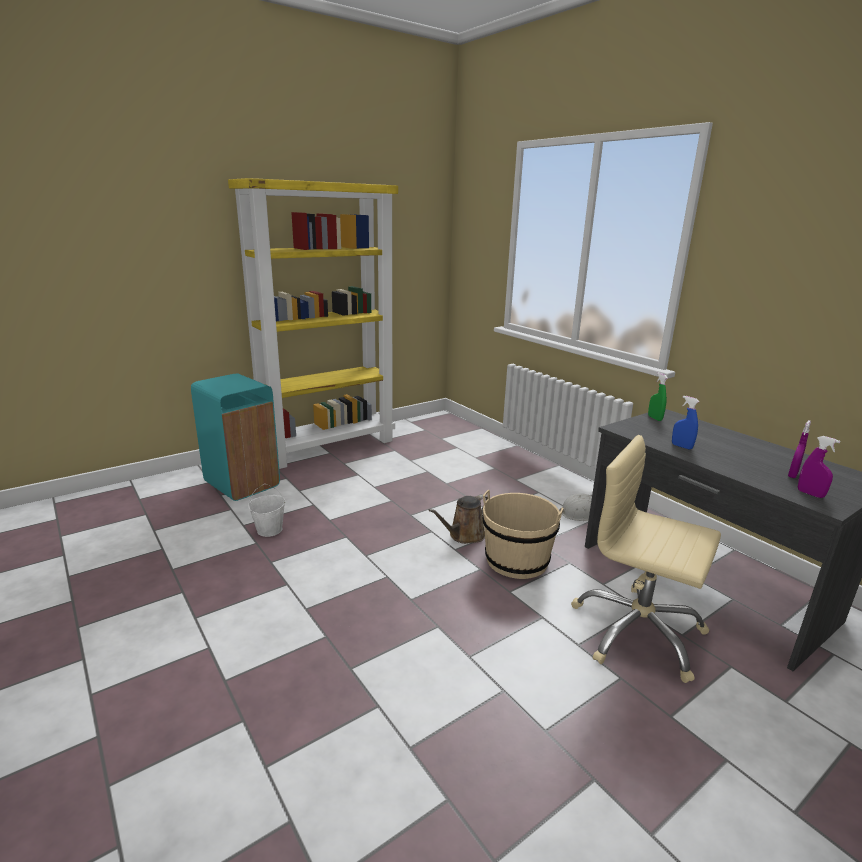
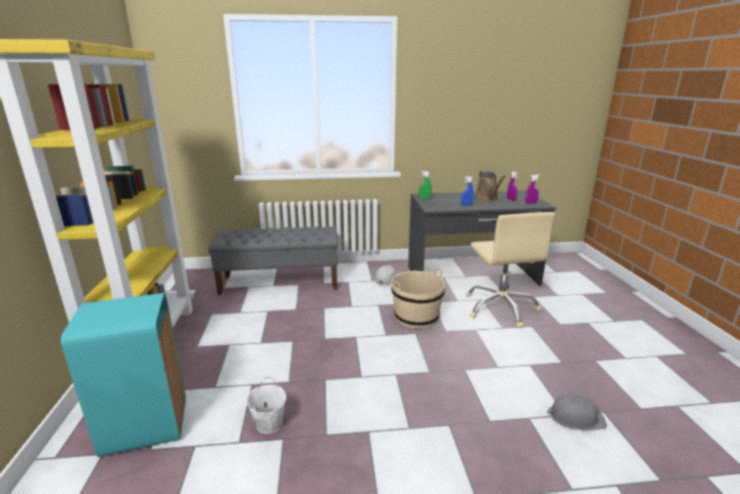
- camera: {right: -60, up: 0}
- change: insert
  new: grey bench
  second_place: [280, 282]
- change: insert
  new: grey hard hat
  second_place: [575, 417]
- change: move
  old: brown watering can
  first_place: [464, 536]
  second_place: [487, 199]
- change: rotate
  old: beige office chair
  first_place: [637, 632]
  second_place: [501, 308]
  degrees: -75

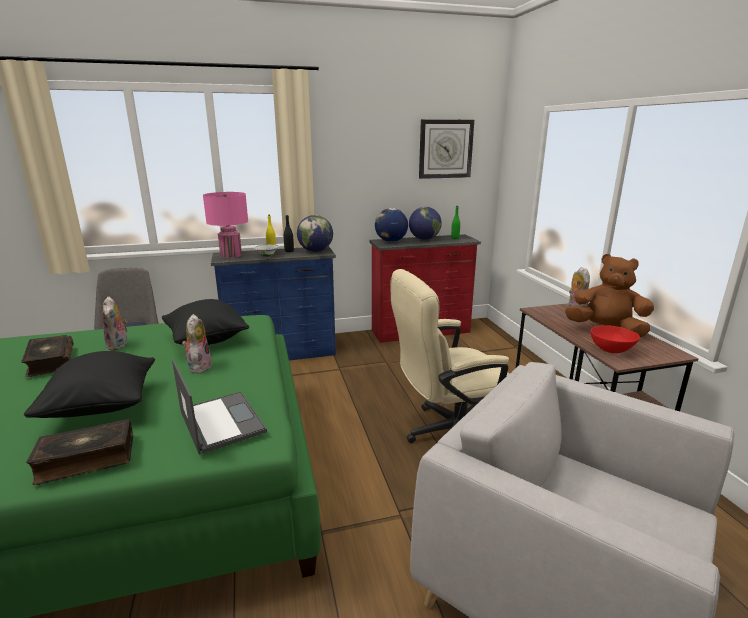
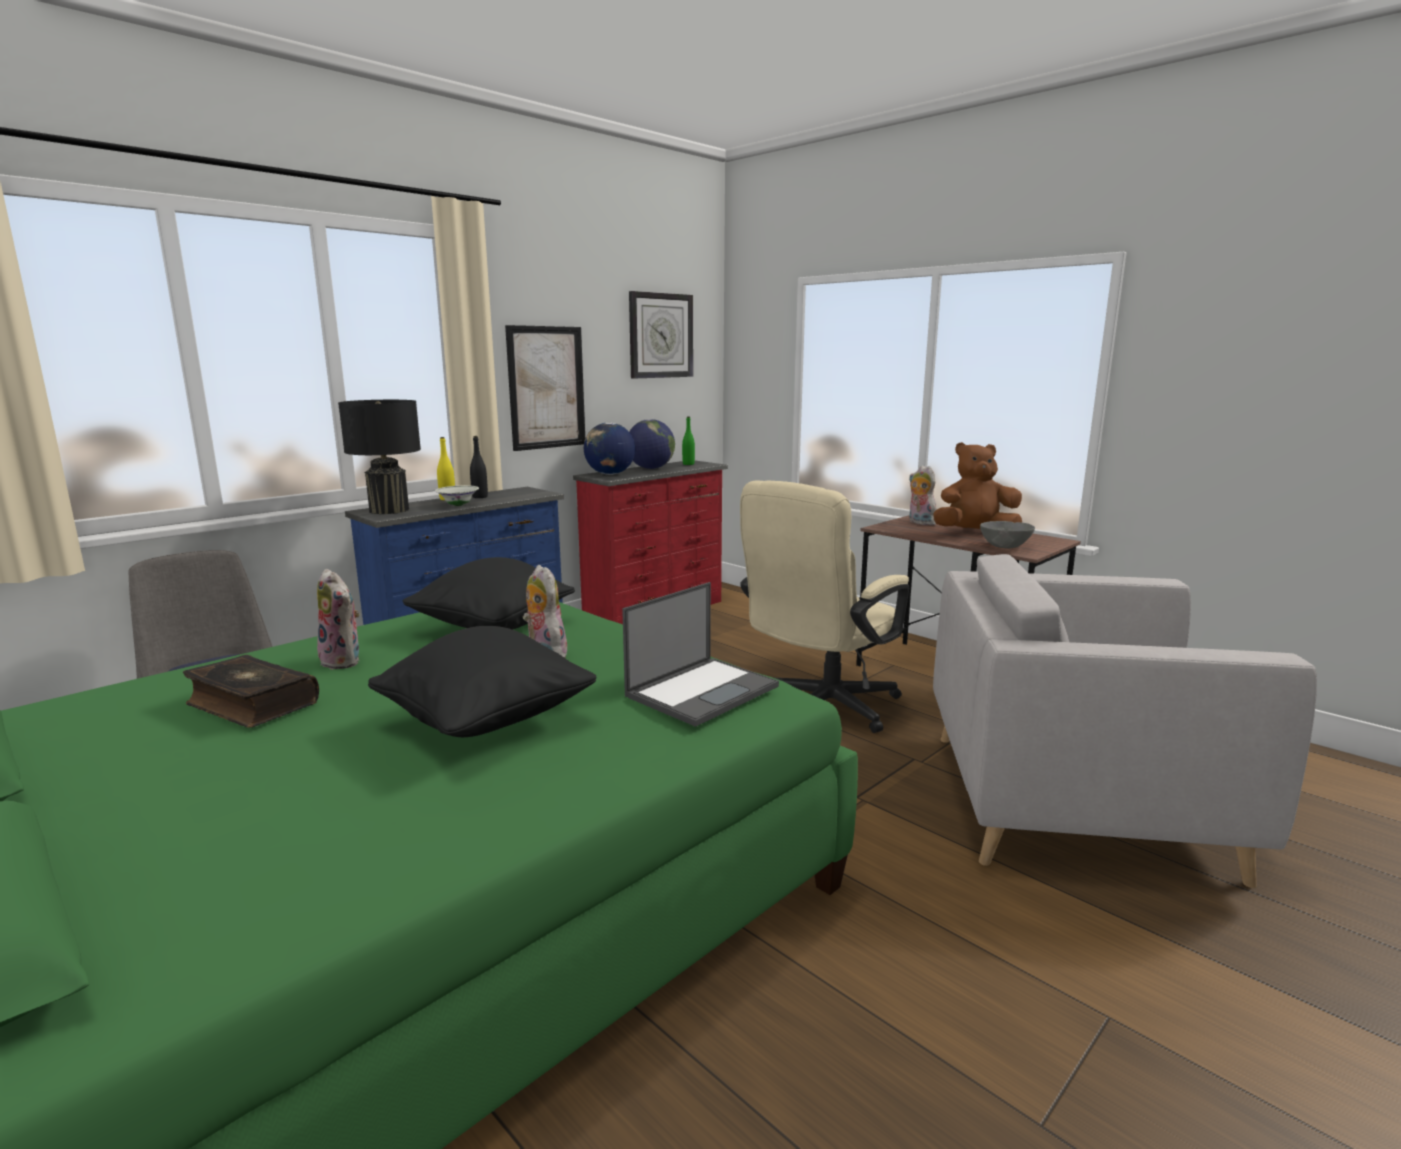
- camera: {right: -30, up: -5}
- change: delete
  old: book
  first_place: [86, 459]
- change: delete
  old: globe
  first_place: [315, 251]
- change: insert
  new: picture
  second_place: [546, 387]
- change: recolor
  old: pink table lamp
  new: black table lamp
  first_place: [231, 255]
  second_place: [389, 510]
- change: recolor
  old: red bowl
  new: grey bowl
  first_place: [611, 349]
  second_place: [1005, 546]
- change: rotate
  old: laptop
  first_place: [221, 421]
  second_place: [703, 690]
  degrees: 105

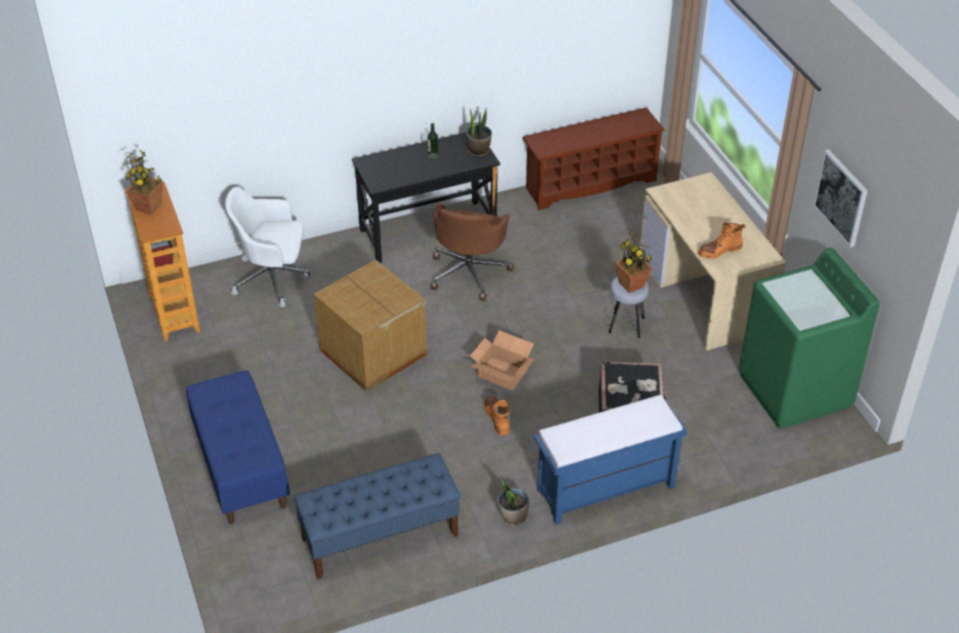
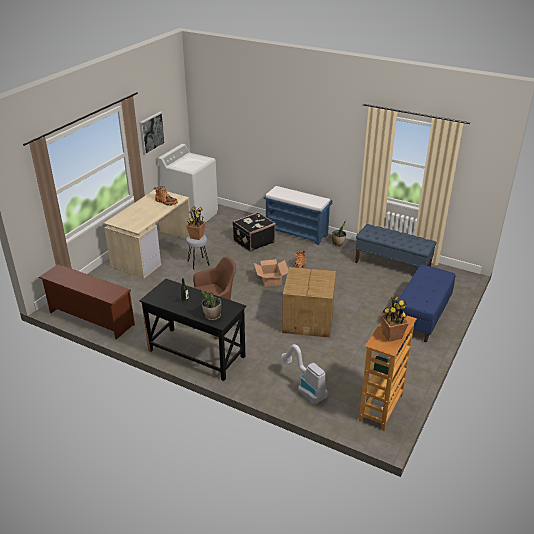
- camera: {right: -130, up: -10}
- change: move
  old: potted plant
  first_place: [478, 151]
  second_place: [212, 316]
- change: replace
  old: white office chair
  new: vacuum cleaner
  first_place: [273, 278]
  second_place: [305, 388]
- change: recolor
  old: green washing machine
  new: white washing machine
  first_place: [795, 391]
  second_place: [191, 216]

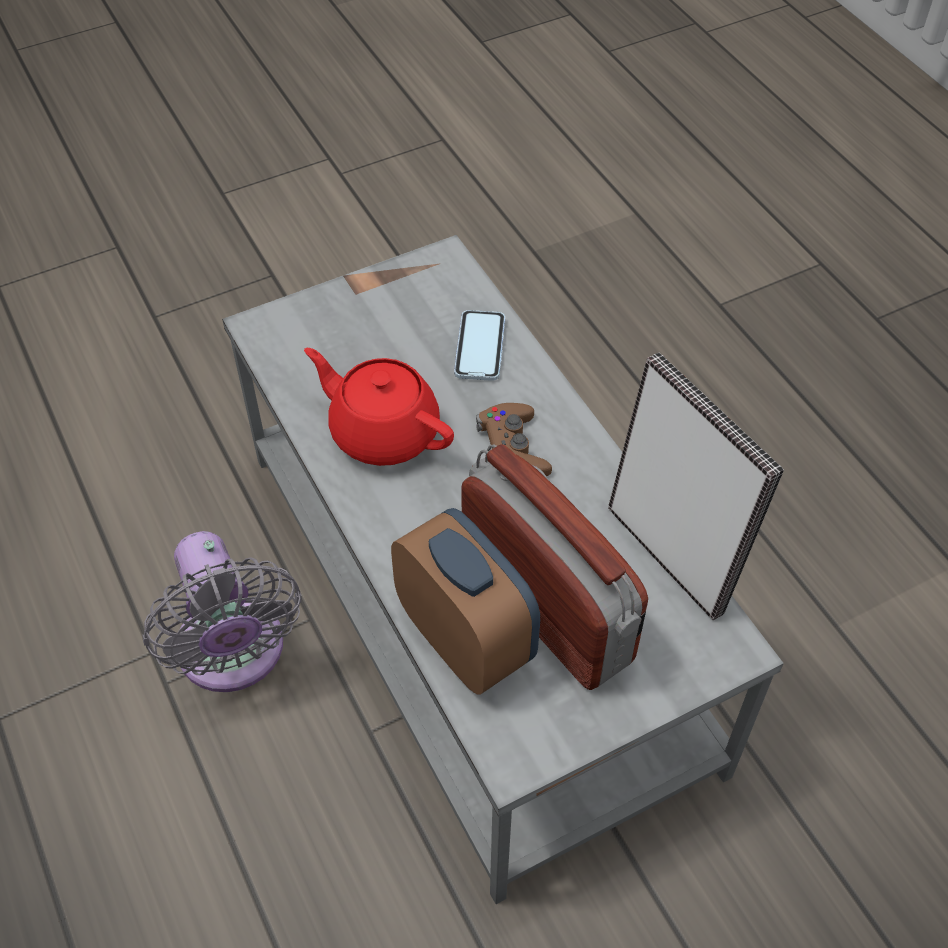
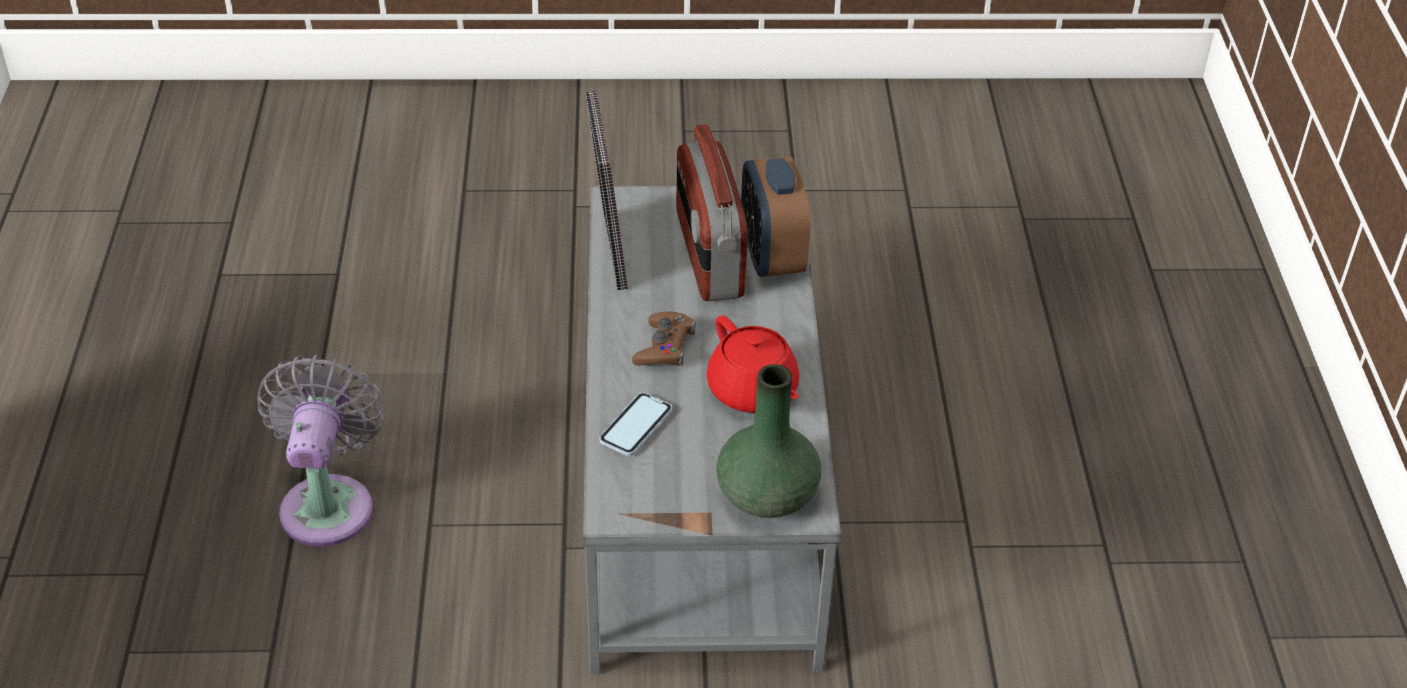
- camera: {right: -155, up: -10}
- change: insert
  new: green vase
  second_place: [766, 495]
- change: move
  old: grey fan
  first_place: [233, 655]
  second_place: [329, 503]

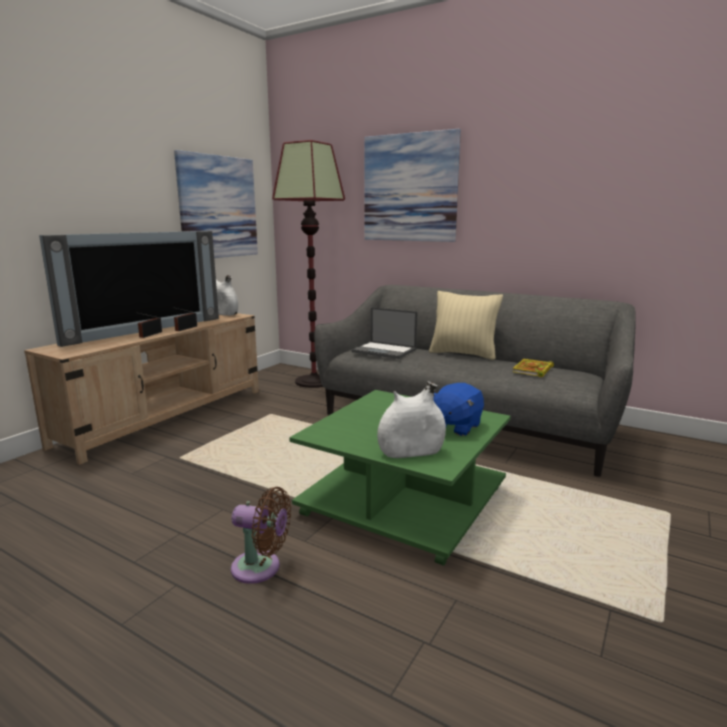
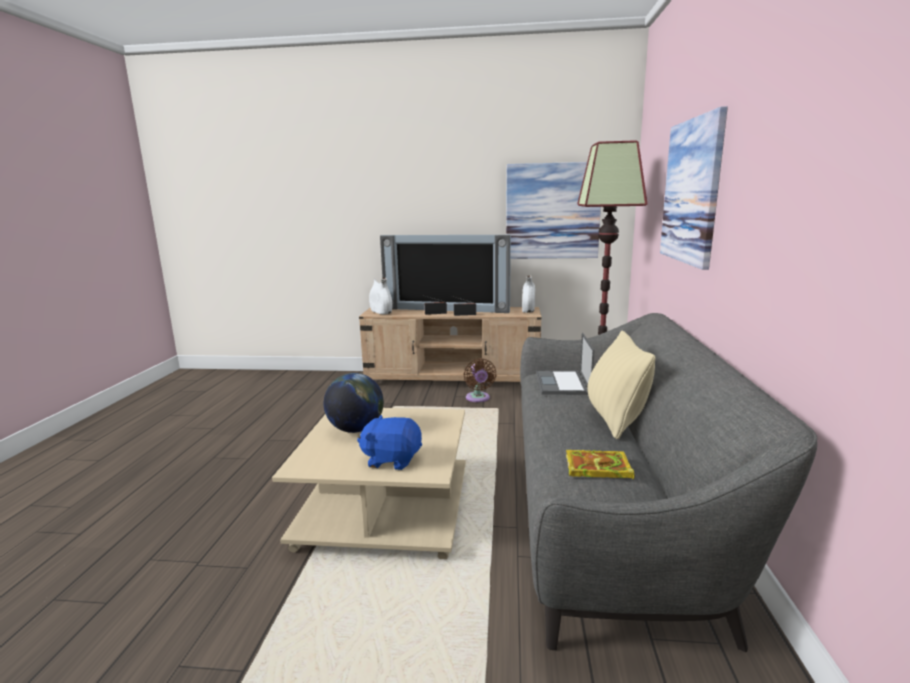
- camera: {right: 65, up: 0}
- change: insert
  new: globe
  second_place: [356, 430]
- change: move
  old: brown fan
  first_place: [260, 568]
  second_place: [478, 398]
- change: move
  old: white vase
  first_place: [411, 452]
  second_place: [381, 312]
- change: recolor
  old: green coffee table
  new: beige coffee table
  first_place: [406, 501]
  second_place: [386, 510]

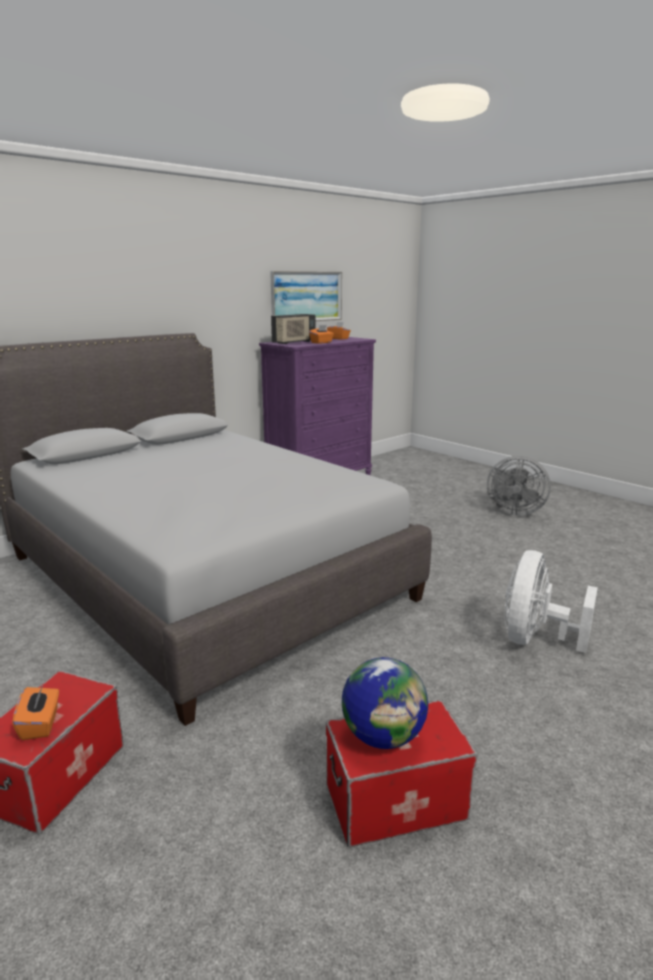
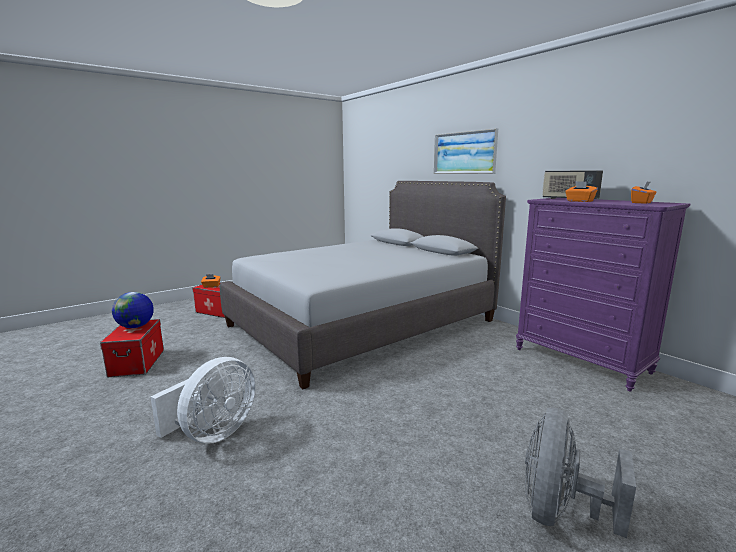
- camera: {right: 95, up: -5}
- change: move
  old: picture
  first_place: [306, 296]
  second_place: [464, 153]
- change: rotate
  old: white fan
  first_place: [535, 639]
  second_place: [213, 434]
  degrees: 90

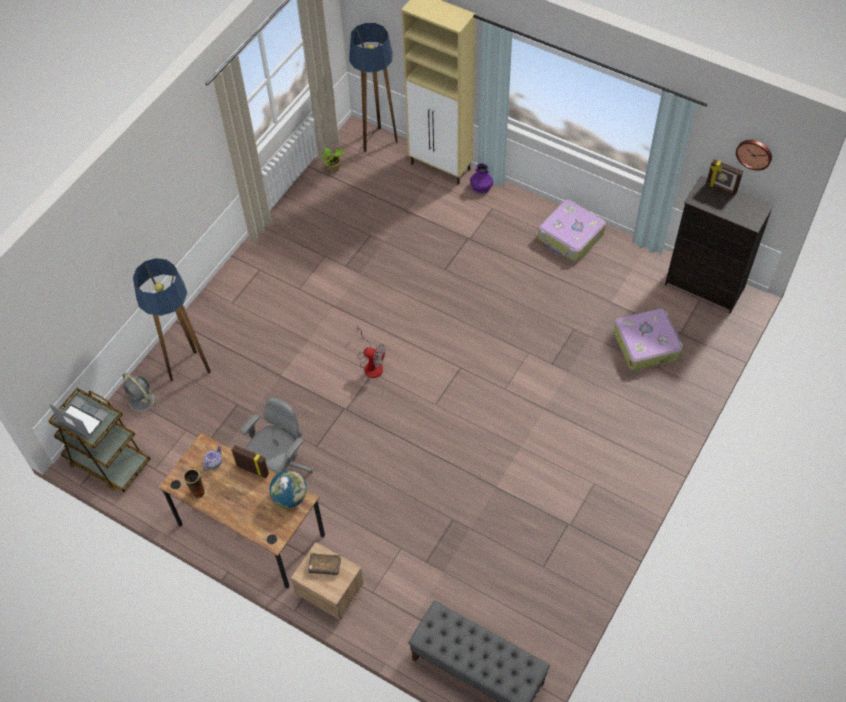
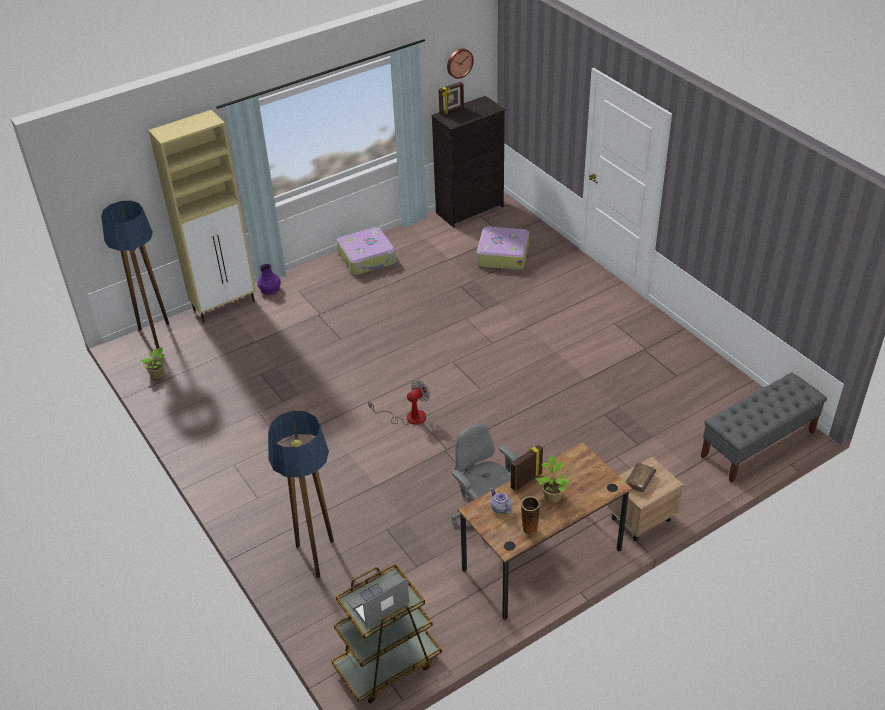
- camera: {right: -65, up: -15}
- change: delete
  old: grey fan
  first_place: [142, 401]
- change: delete
  old: globe
  first_place: [290, 497]
- change: insert
  new: potted plant
  second_place: [552, 495]

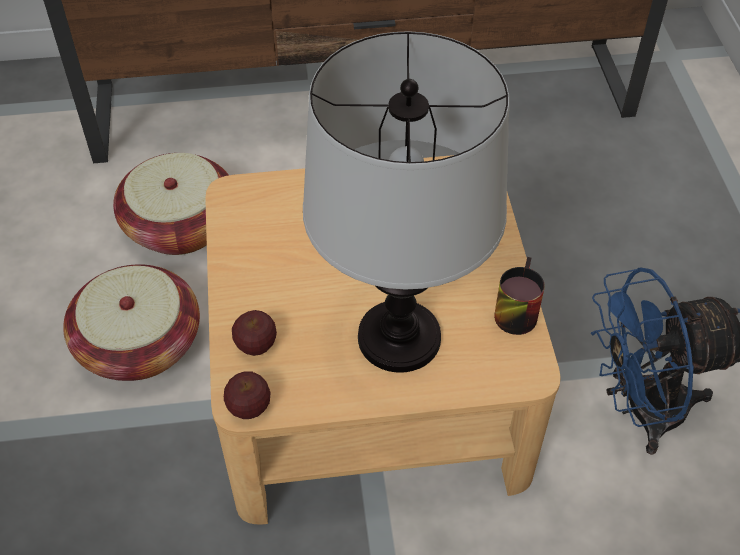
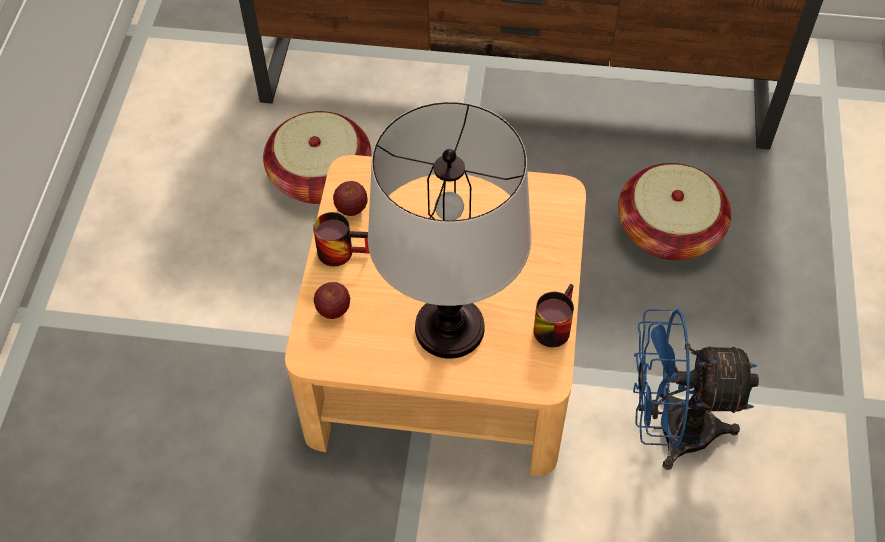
- camera: {right: 15, up: 5}
- change: insert
  new: mug
  second_place: [342, 249]
- change: move
  old: basket
  first_place: [139, 344]
  second_place: [668, 230]
- change: move
  old: apple
  first_place: [248, 407]
  second_place: [351, 208]

